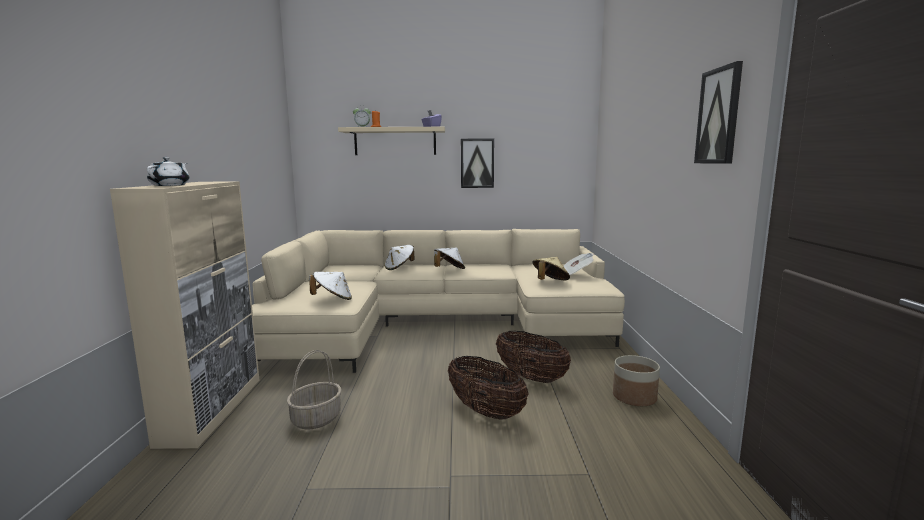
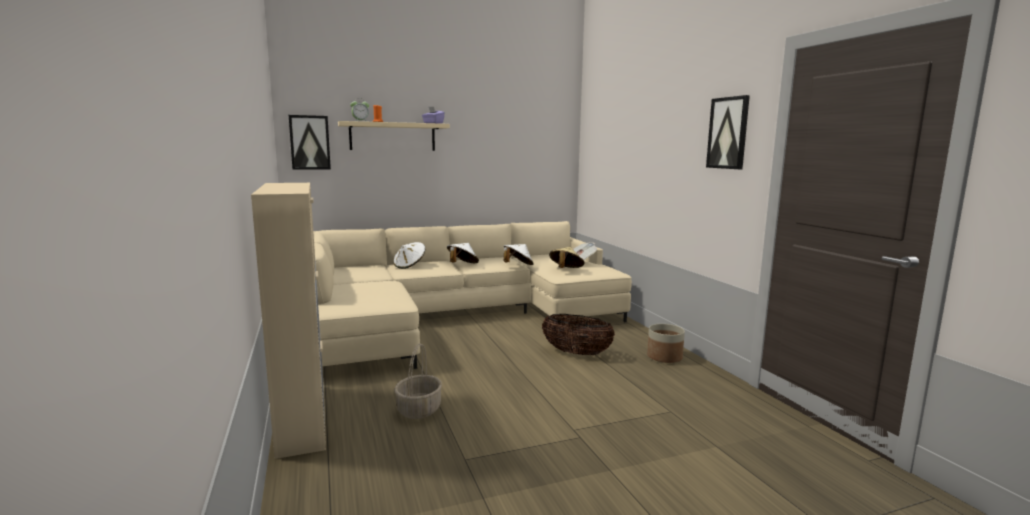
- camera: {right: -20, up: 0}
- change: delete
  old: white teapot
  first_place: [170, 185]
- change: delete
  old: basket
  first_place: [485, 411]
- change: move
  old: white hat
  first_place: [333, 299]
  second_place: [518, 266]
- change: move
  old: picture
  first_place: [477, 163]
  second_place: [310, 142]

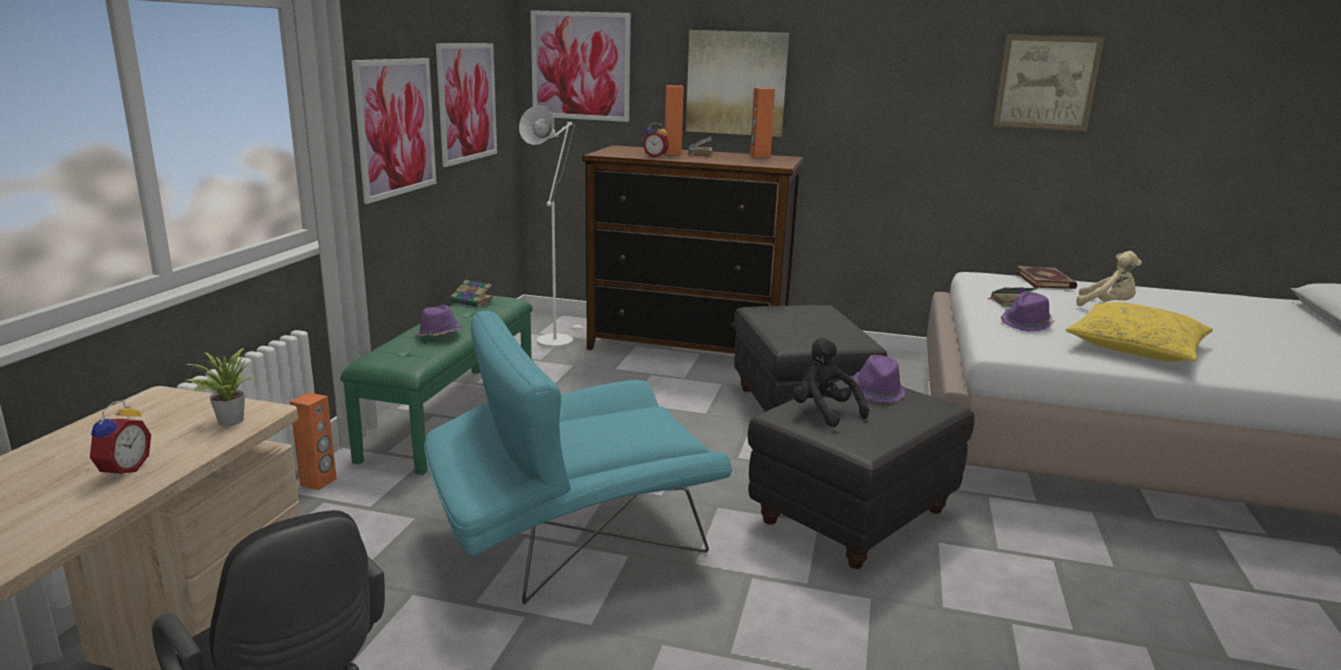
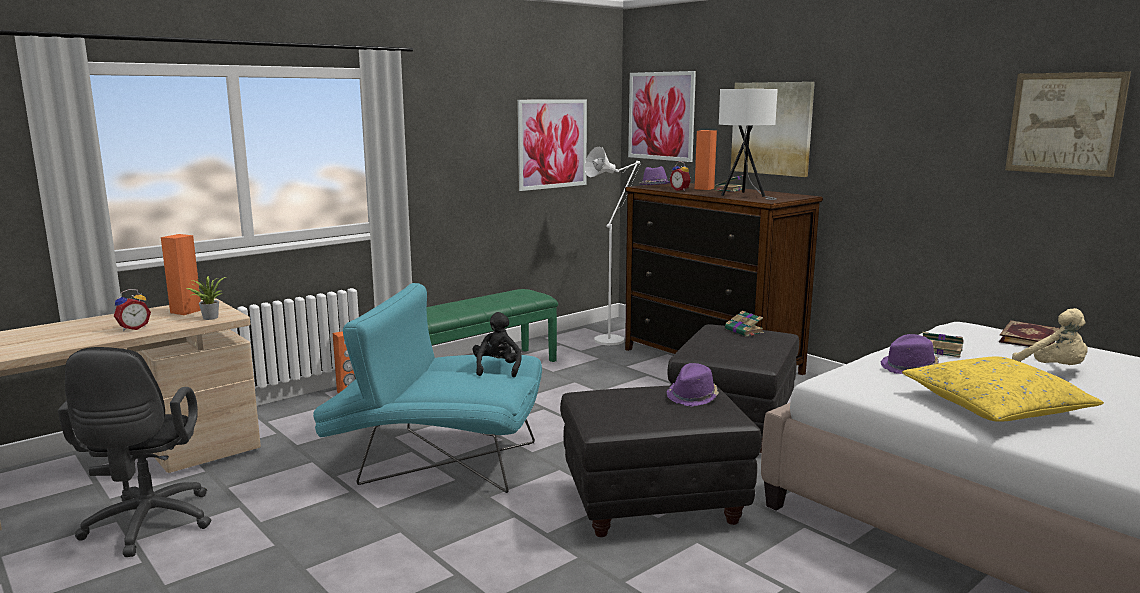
- camera: {right: 35, up: -5}
- change: delete
  old: picture
  first_place: [396, 127]
- change: insert
  new: white table lamp
  second_place: [745, 196]
- change: move
  old: purple hat
  first_place: [438, 335]
  second_place: [654, 187]
- change: move
  old: book
  first_place: [473, 302]
  second_place: [744, 331]
- change: move
  old: orange speaker
  first_place: [759, 155]
  second_place: [185, 311]
- change: move
  old: black plush toy
  first_place: [824, 412]
  second_place: [497, 369]

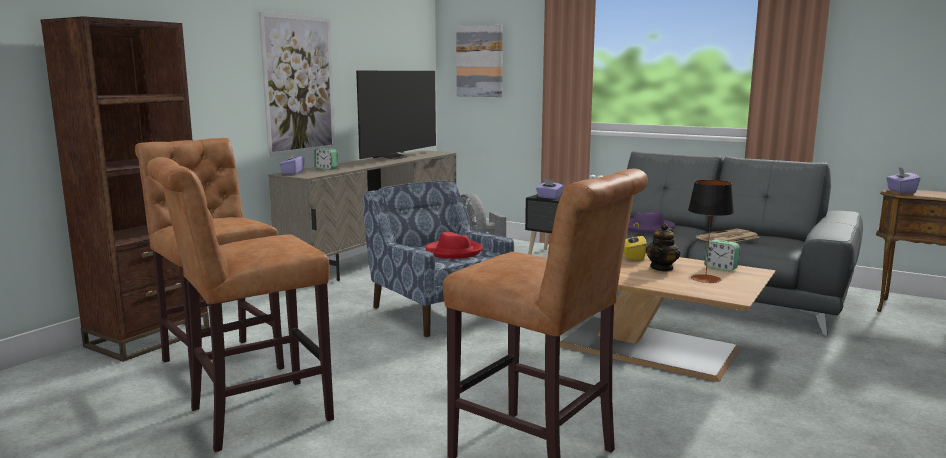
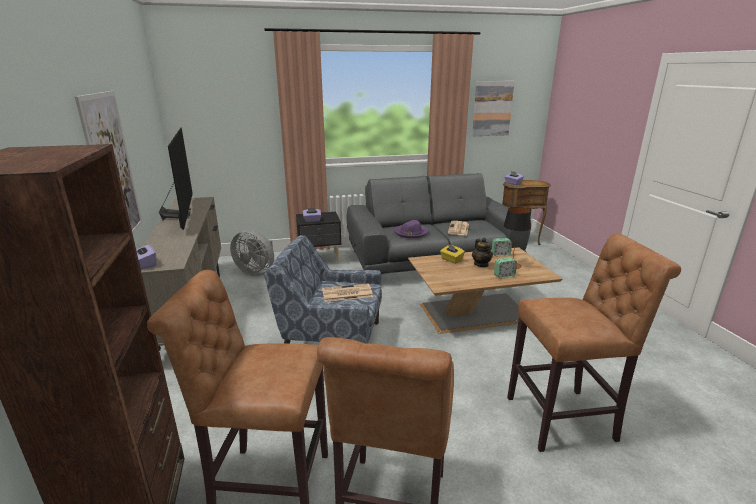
- camera: {right: -45, up: 10}
- change: move
  old: alarm clock
  first_place: [326, 168]
  second_place: [504, 276]
- change: move
  old: picture
  first_place: [480, 61]
  second_place: [492, 108]
- change: replace
  old: red hat
  new: newspaper
  first_place: [454, 252]
  second_place: [346, 293]

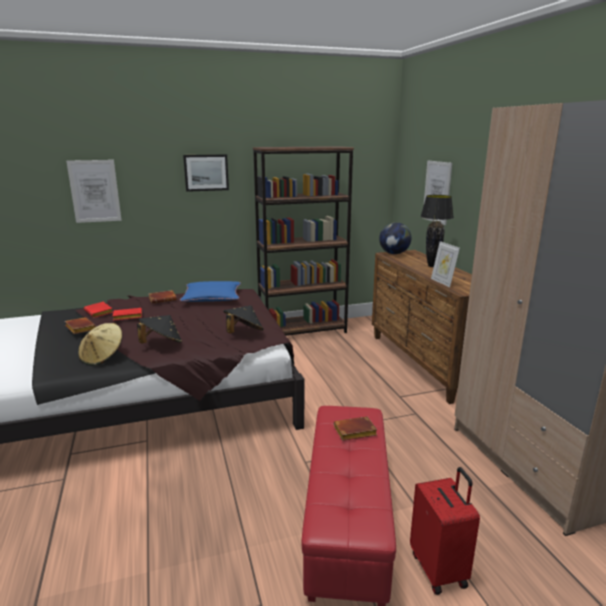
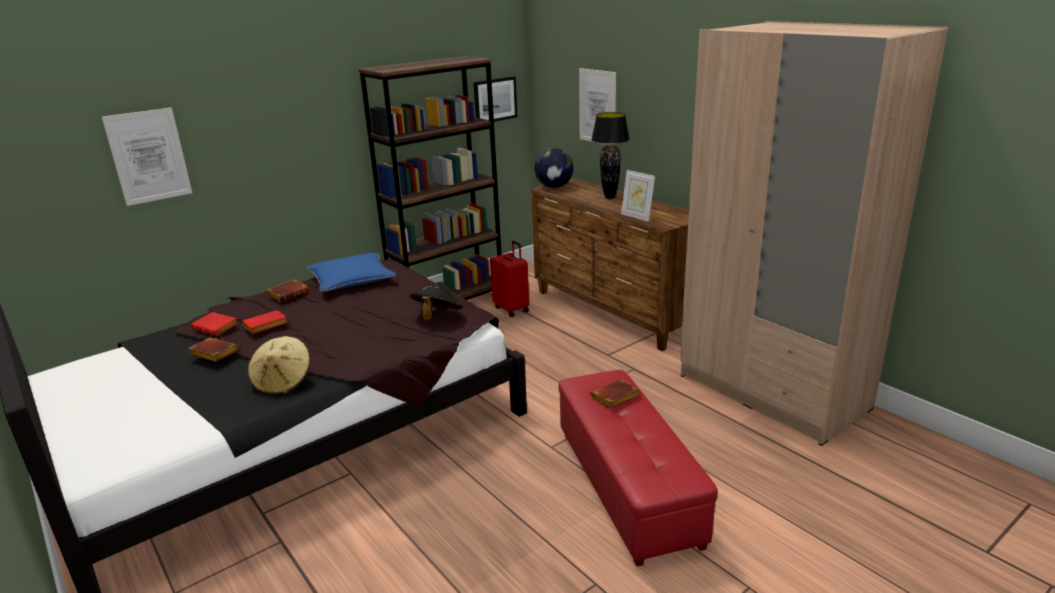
- camera: {right: -20, up: 5}
- change: delete
  old: black hat
  first_place: [161, 344]
- change: move
  old: picture
  first_place: [206, 172]
  second_place: [495, 100]
- change: move
  old: red suitcase
  first_place: [439, 569]
  second_place: [512, 309]

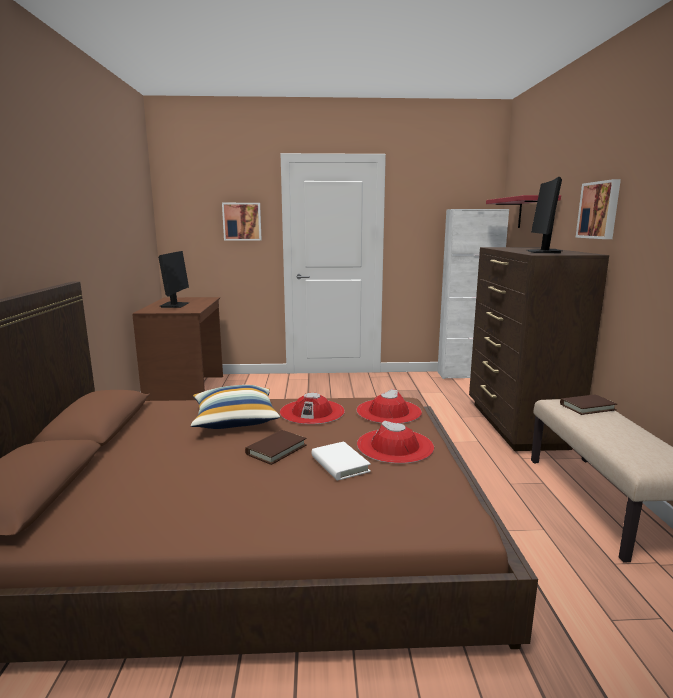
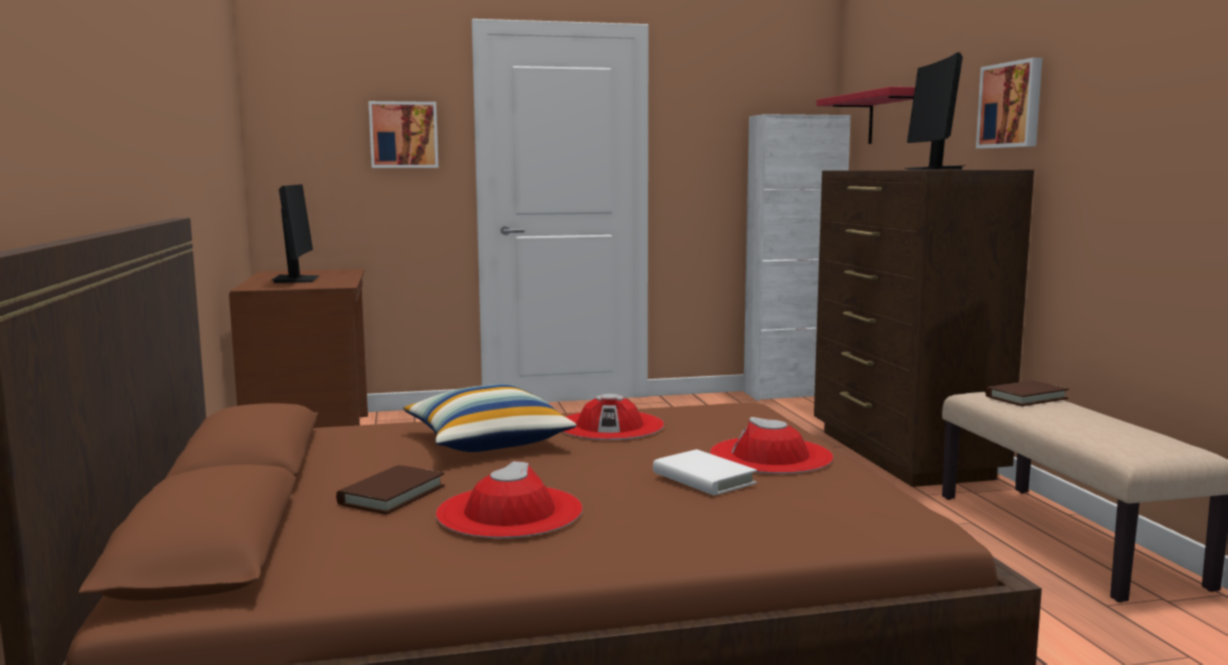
- camera: {right: -10, up: -5}
- change: move
  old: brown book
  first_place: [276, 449]
  second_place: [392, 495]
- change: move
  old: red hat
  first_place: [388, 411]
  second_place: [509, 512]

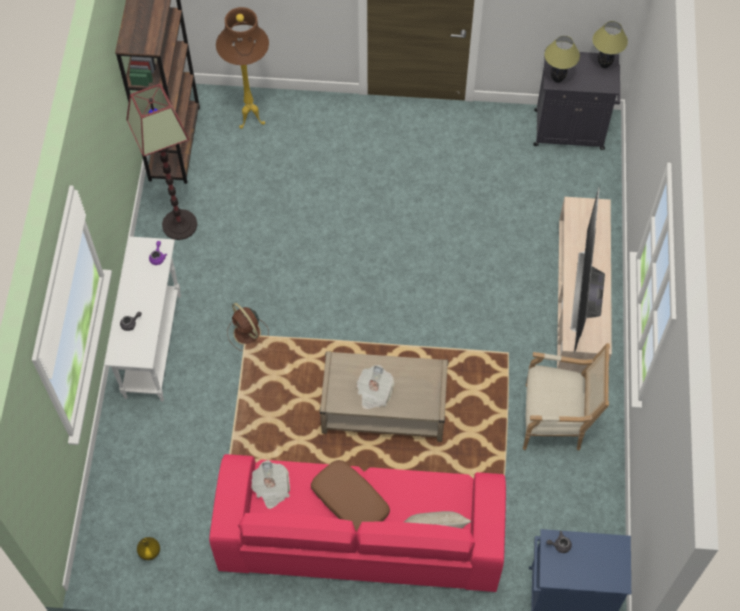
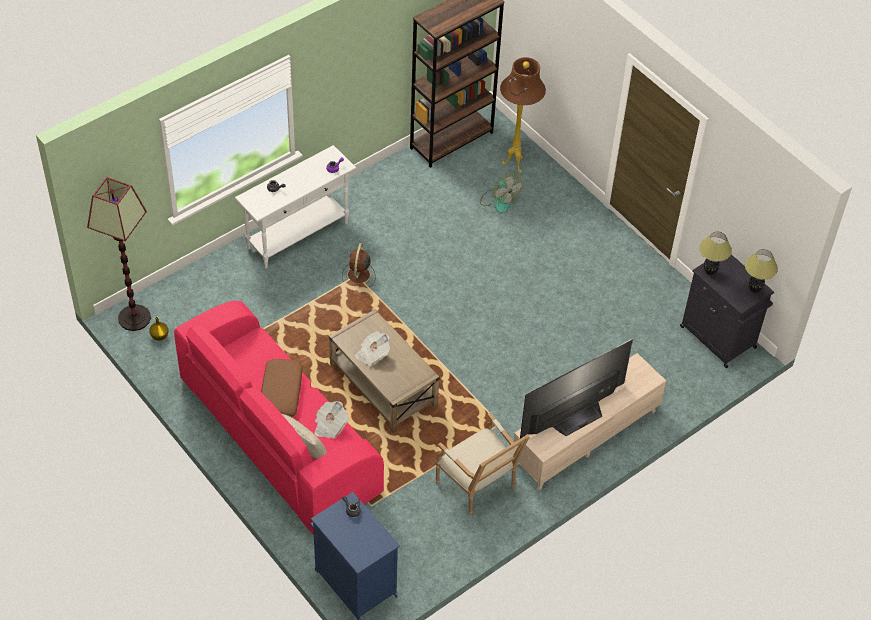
- camera: {right: 45, up: -10}
- change: insert
  new: fan
  second_place: [499, 200]
- change: move
  old: floor lamp
  first_place: [180, 225]
  second_place: [134, 318]
- change: move
  old: newspaper
  first_place: [271, 488]
  second_place: [330, 426]

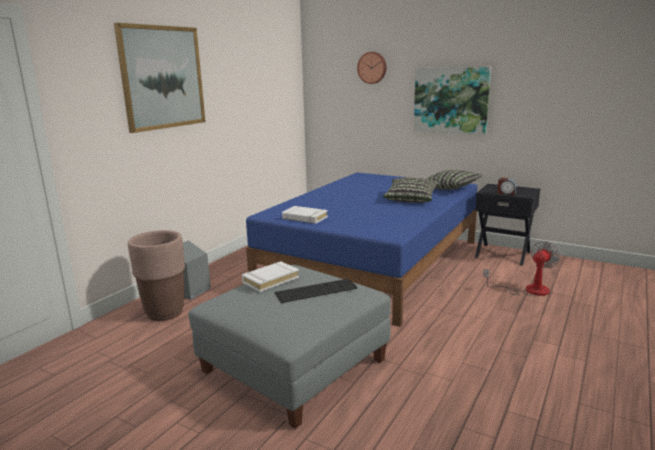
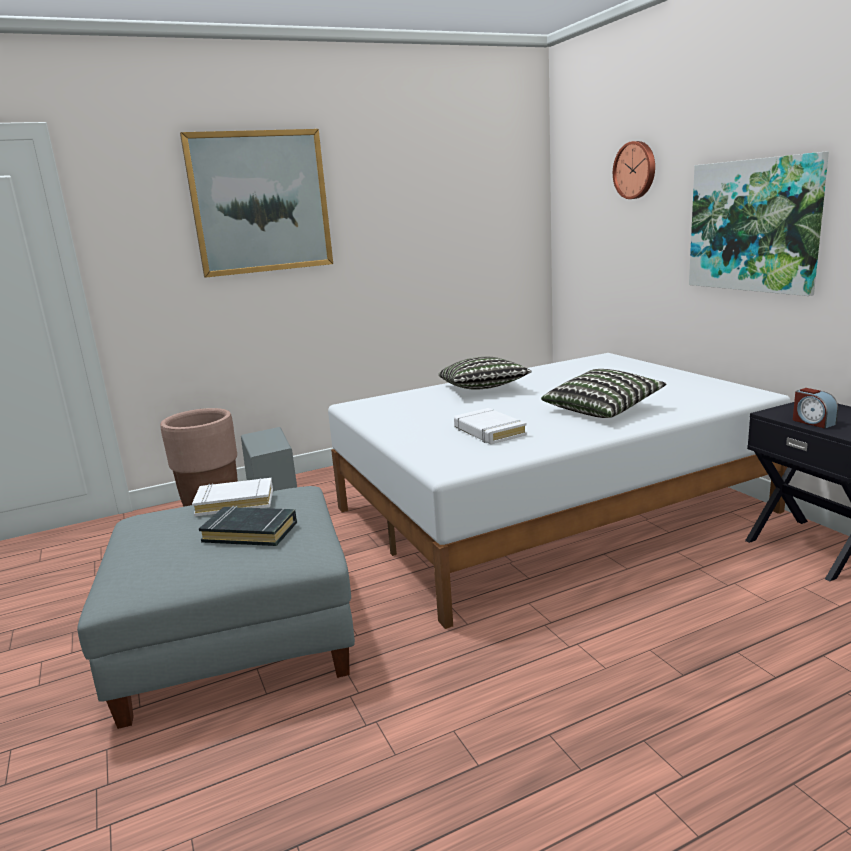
- camera: {right: 35, up: 0}
- change: delete
  old: fan
  first_place: [528, 290]
- change: move
  old: white book
  first_place: [304, 218]
  second_place: [489, 431]
- change: move
  old: pillow
  first_place: [450, 189]
  second_place: [483, 389]
- change: replace
  old: keyboard
  new: black book
  first_place: [314, 290]
  second_place: [250, 532]
- change: recolor
  old: blue bed
  new: white bed
  first_place: [373, 263]
  second_place: [548, 510]

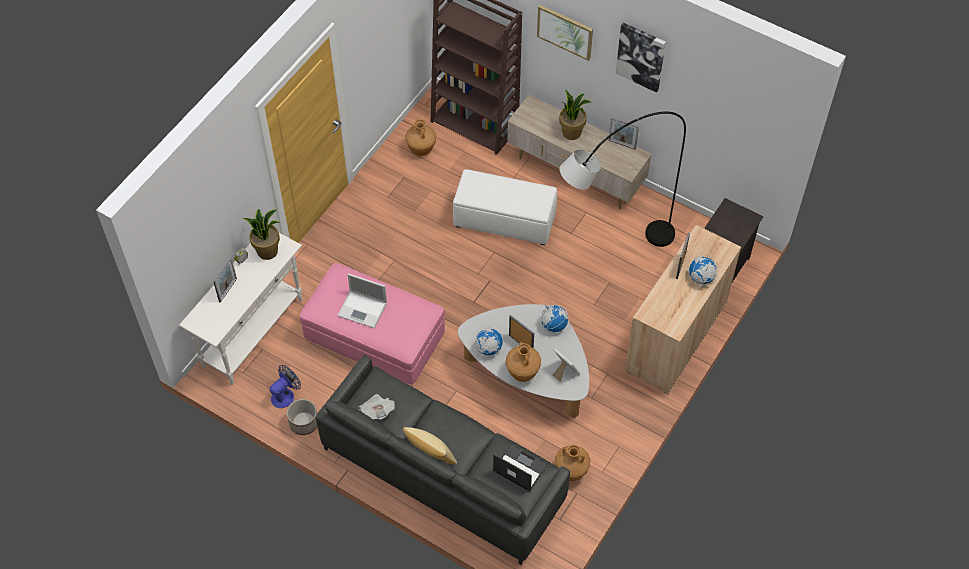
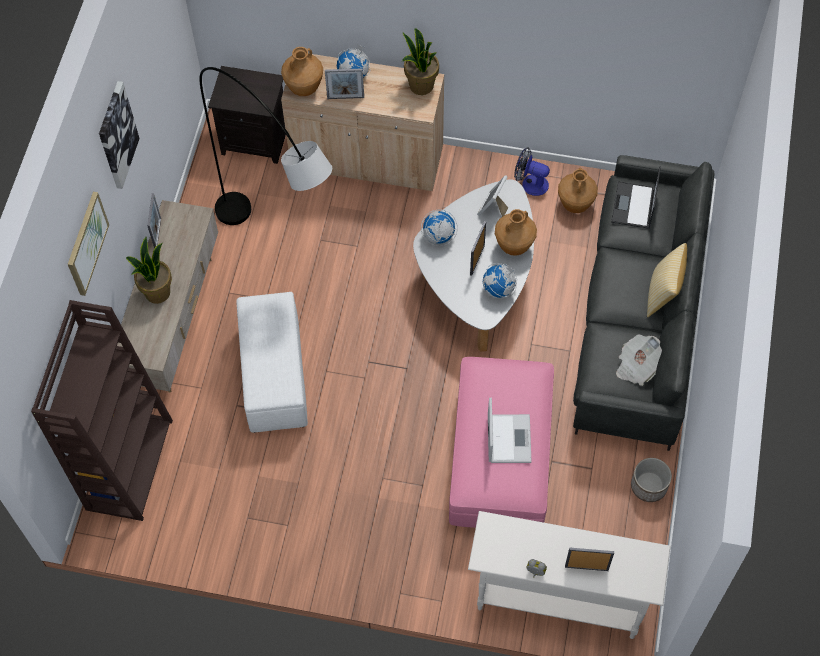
- camera: {right: -110, up: 5}
- change: move
  old: potted plant
  first_place: [267, 251]
  second_place: [420, 85]
- change: move
  old: fan
  first_place: [285, 395]
  second_place: [530, 183]
- change: move
  old: brown vase
  first_place: [421, 150]
  second_place: [304, 88]

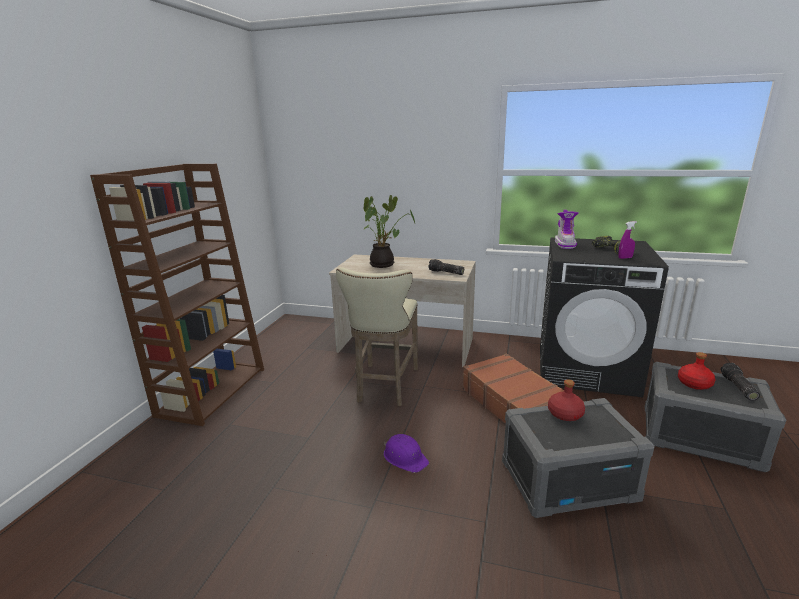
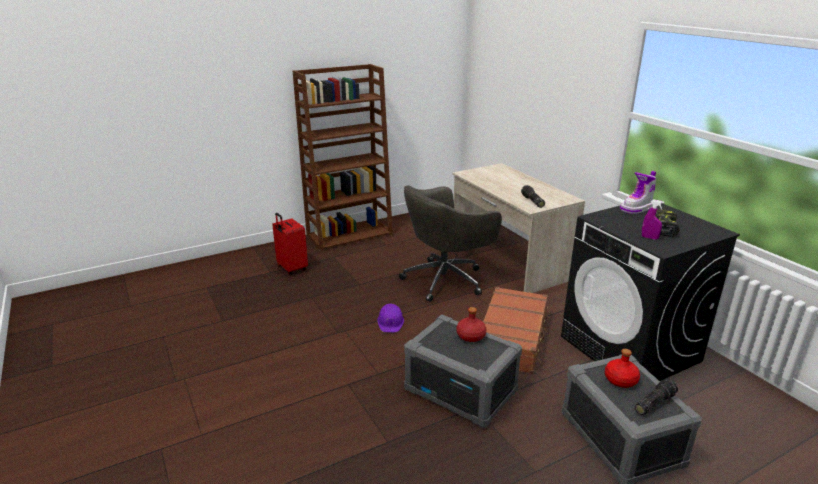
- camera: {right: 45, up: 5}
- change: delete
  old: potted plant
  first_place: [384, 264]
- change: insert
  new: red suitcase
  second_place: [291, 268]
- change: replace
  old: beige stool
  new: grey office chair
  first_place: [385, 386]
  second_place: [446, 279]

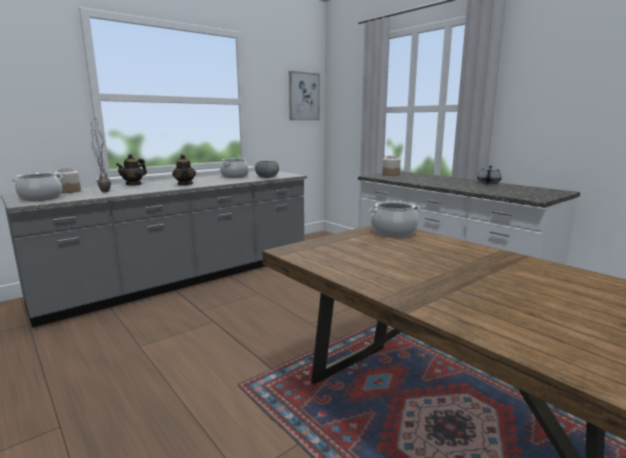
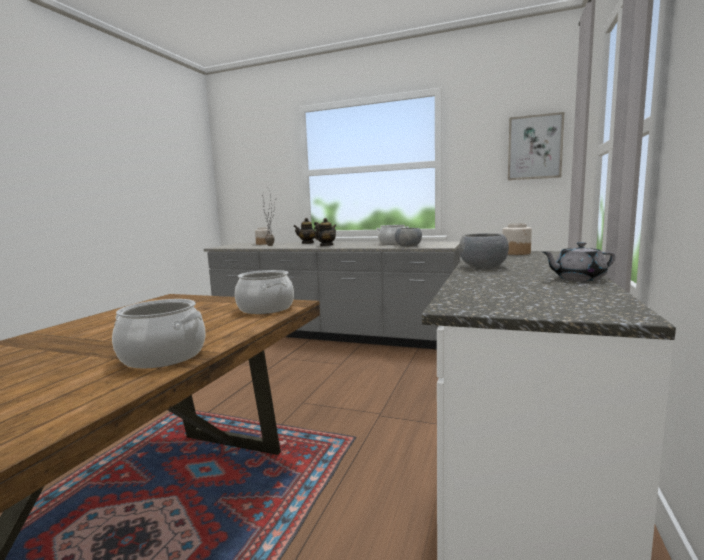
- camera: {right: 60, up: -5}
- change: insert
  new: grey bowl
  second_place: [483, 267]
- change: move
  old: cooking pot
  first_place: [41, 198]
  second_place: [162, 356]

